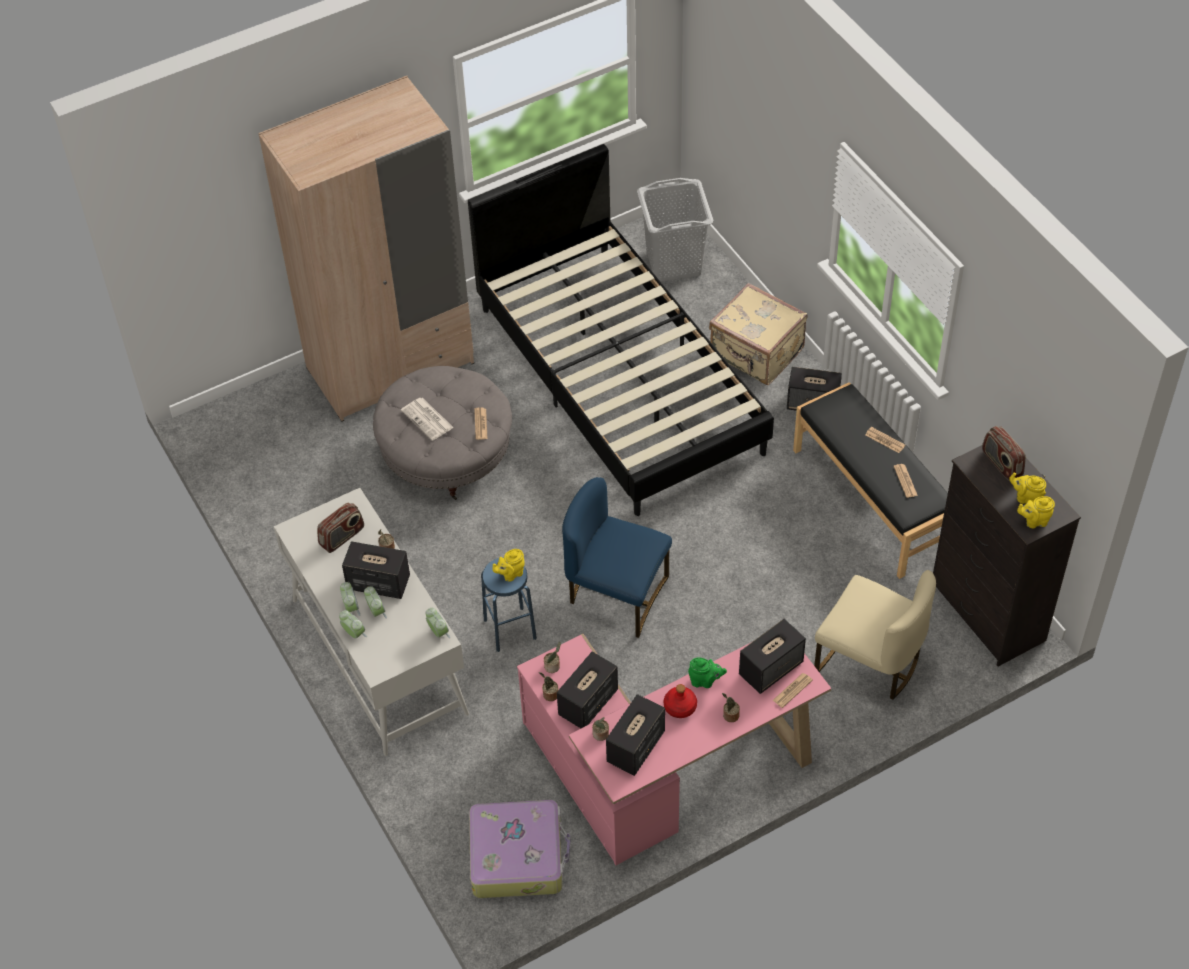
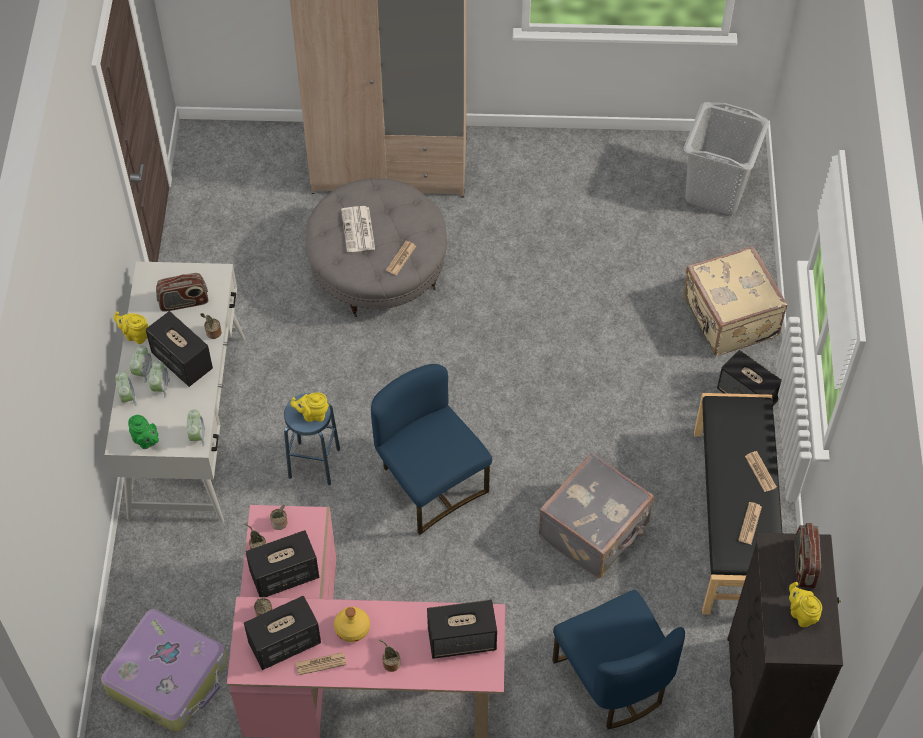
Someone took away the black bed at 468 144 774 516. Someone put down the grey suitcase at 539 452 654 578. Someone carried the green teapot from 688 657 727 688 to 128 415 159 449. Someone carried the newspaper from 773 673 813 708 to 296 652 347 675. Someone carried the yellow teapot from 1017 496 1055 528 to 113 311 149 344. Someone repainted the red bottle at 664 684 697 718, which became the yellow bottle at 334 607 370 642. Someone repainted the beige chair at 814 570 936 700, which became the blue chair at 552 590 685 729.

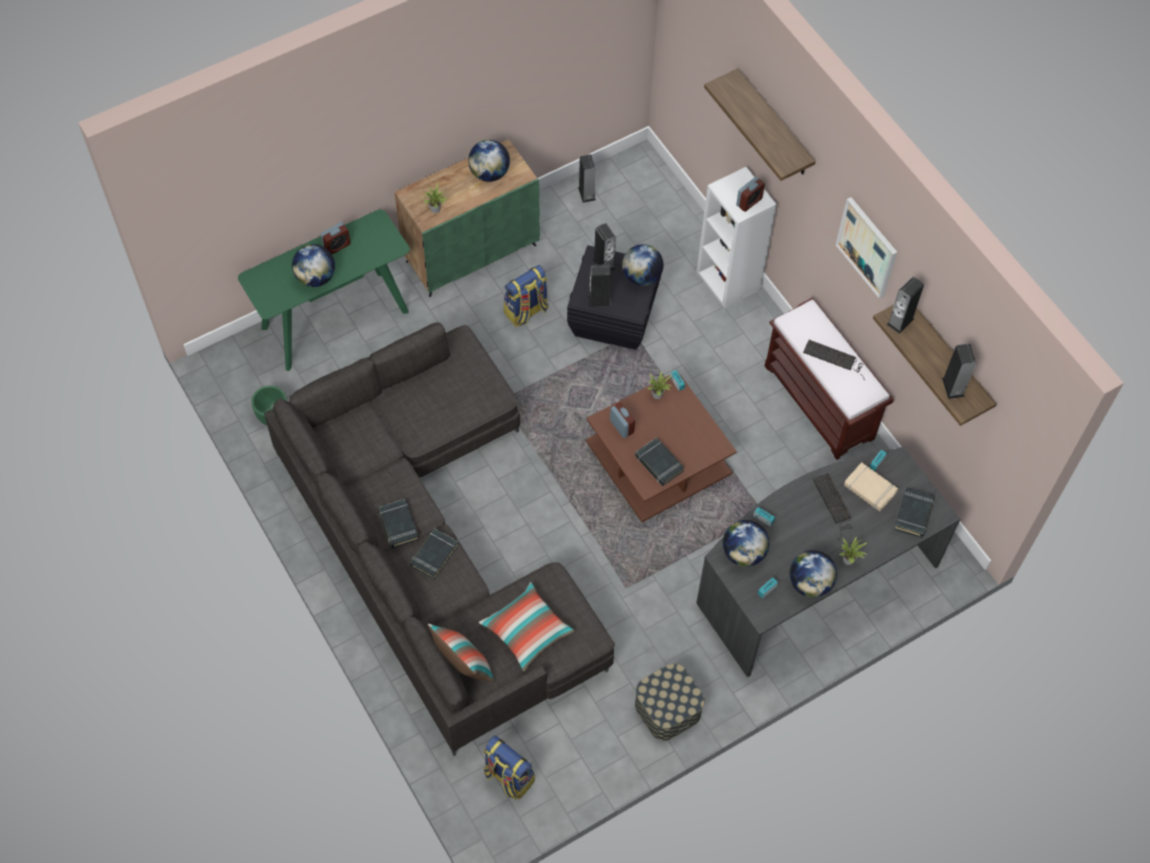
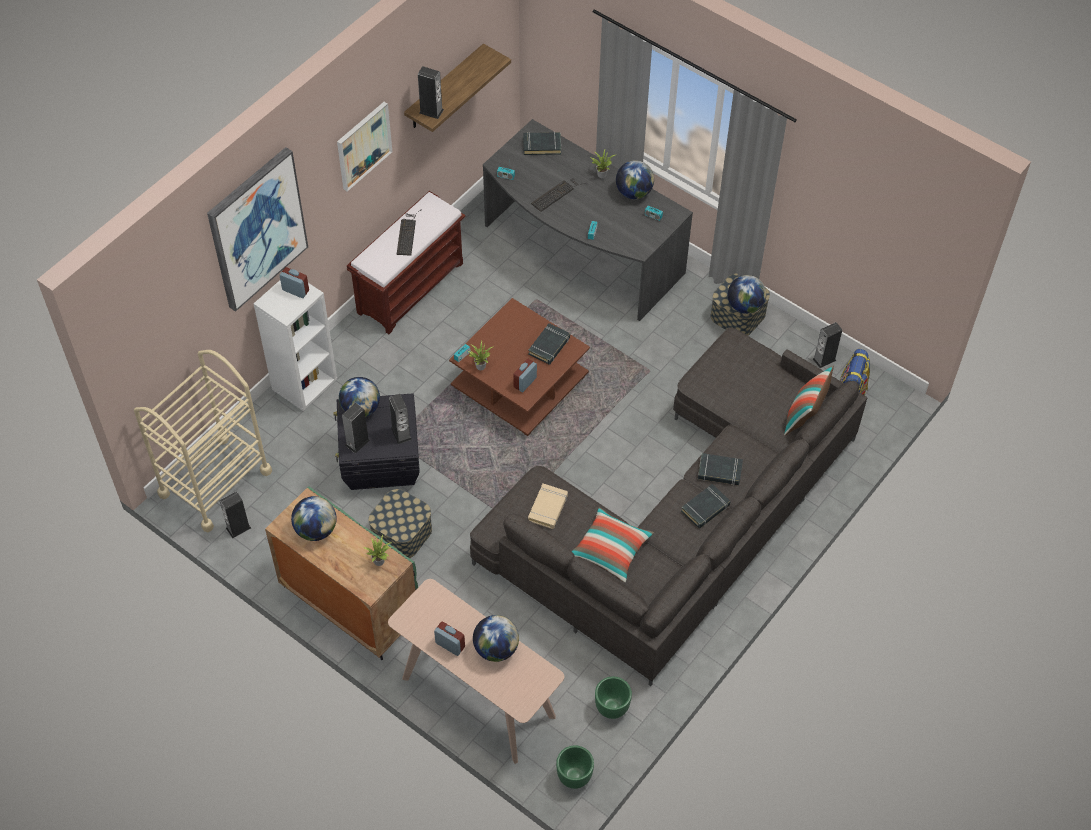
Someone put down the beige cart at 134 350 272 532. Someone put down the green planter at 556 745 594 789. Someone carried the pillow from 479 582 575 672 to 571 507 654 582. Someone carried the globe from 723 520 769 567 to 728 275 766 314. Someone carried the beige book from 844 462 898 511 to 528 484 568 529. Someone carried the speaker from 942 344 976 399 to 813 322 842 368. Someone swapped the backpack at 504 265 548 327 for the storage box at 368 489 432 558. Someone swapped the shelf at 704 69 816 181 for the picture at 207 147 308 312. Someone repainted the green console table at 238 209 410 371, which became the beige console table at 388 579 564 764.

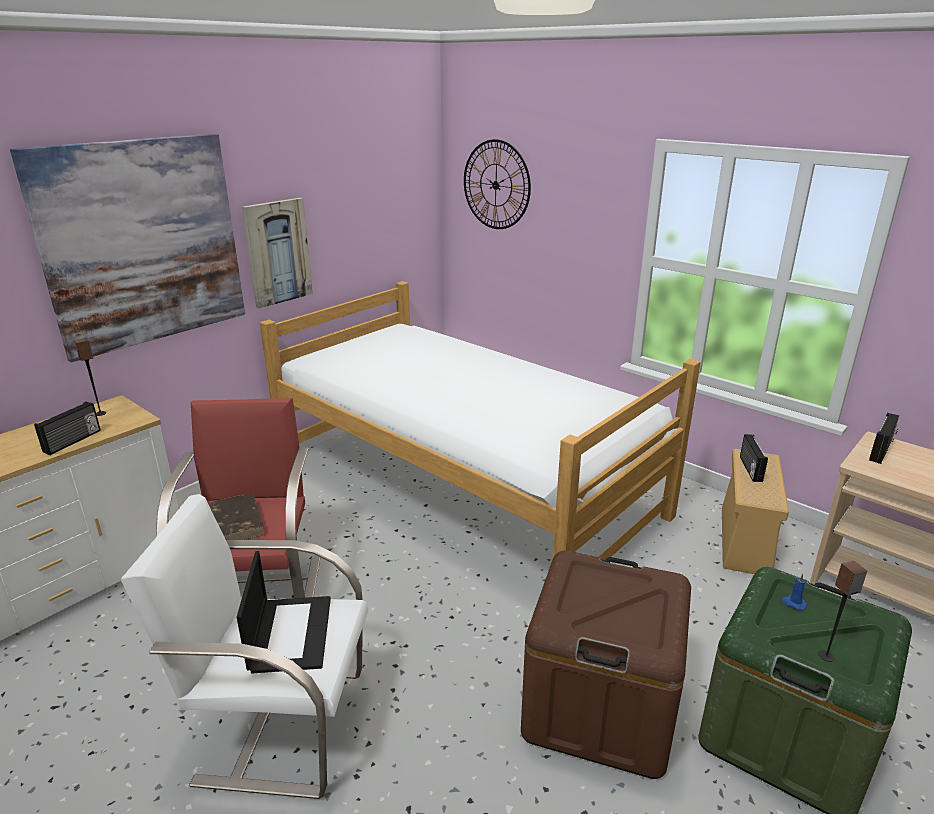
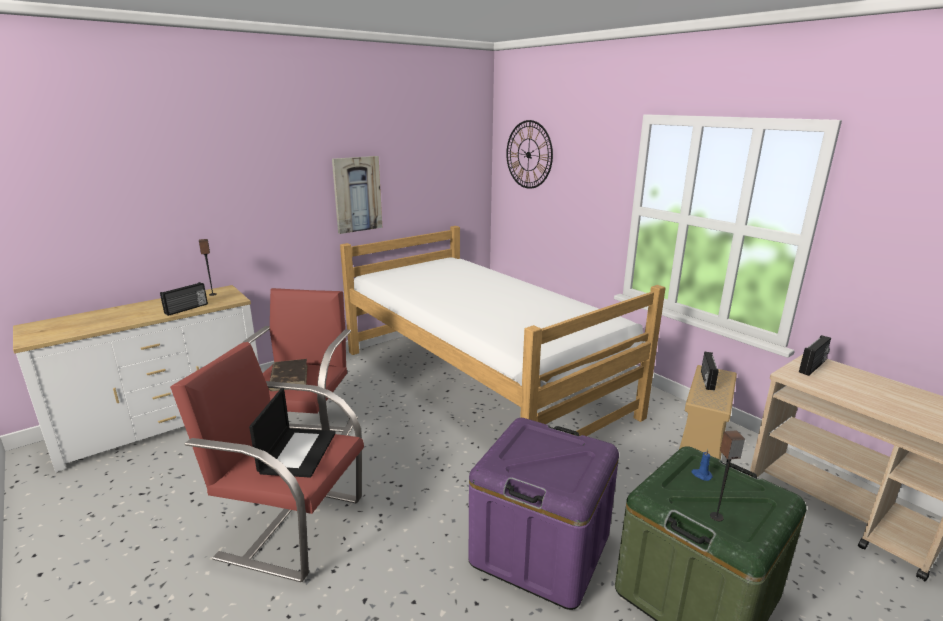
Someone took away the picture at 10 134 245 362. Someone repainted the white armchair at 121 494 368 799, which became the red armchair at 170 342 364 582. Someone repainted the brown storage box at 521 551 691 779, which became the purple storage box at 469 418 619 610.

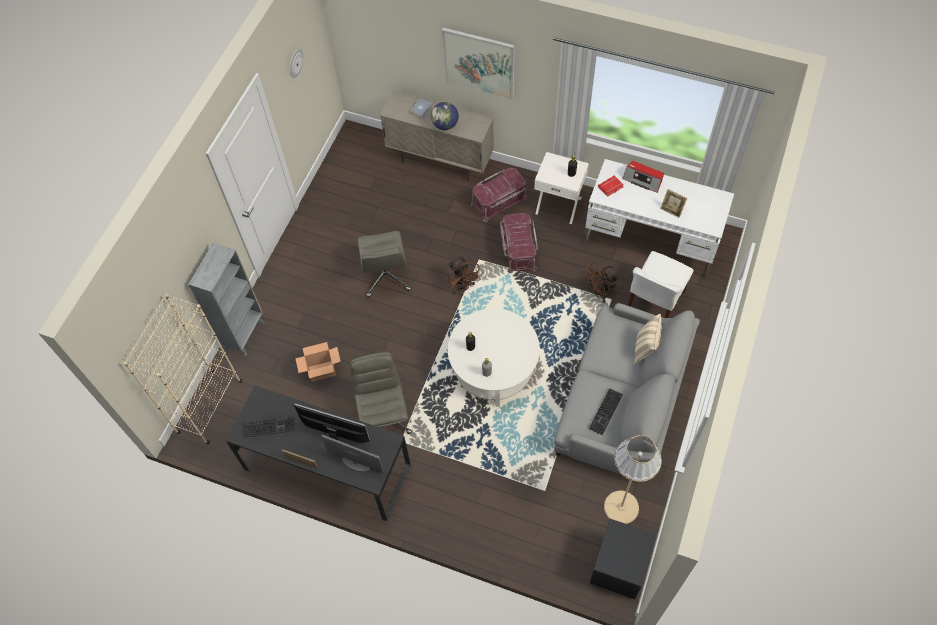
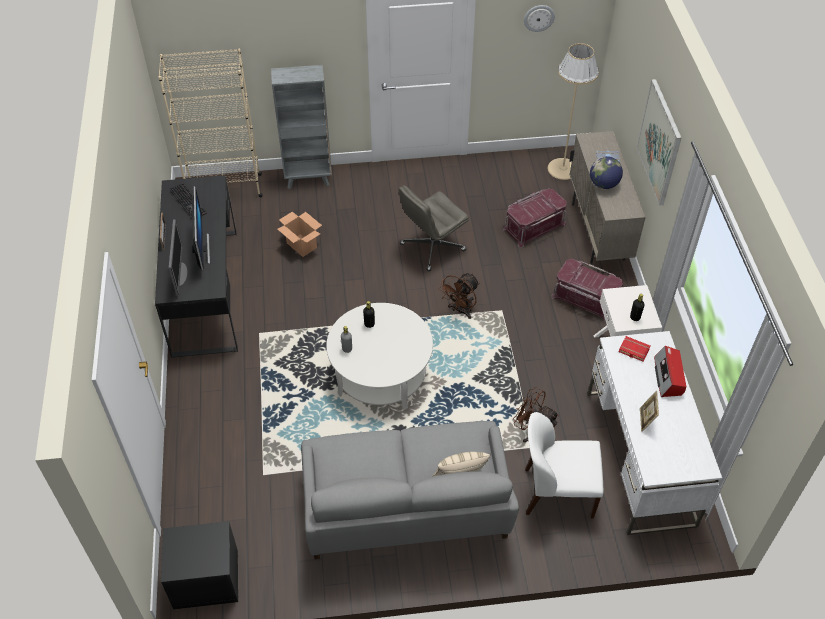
Someone took away the grey office chair at 350 352 412 434. Someone took away the keyboard at 589 388 623 435. Someone carried the red storage box from 500 213 538 273 to 503 189 567 247. Someone carried the beige floor lamp from 604 435 662 524 to 548 43 599 180.

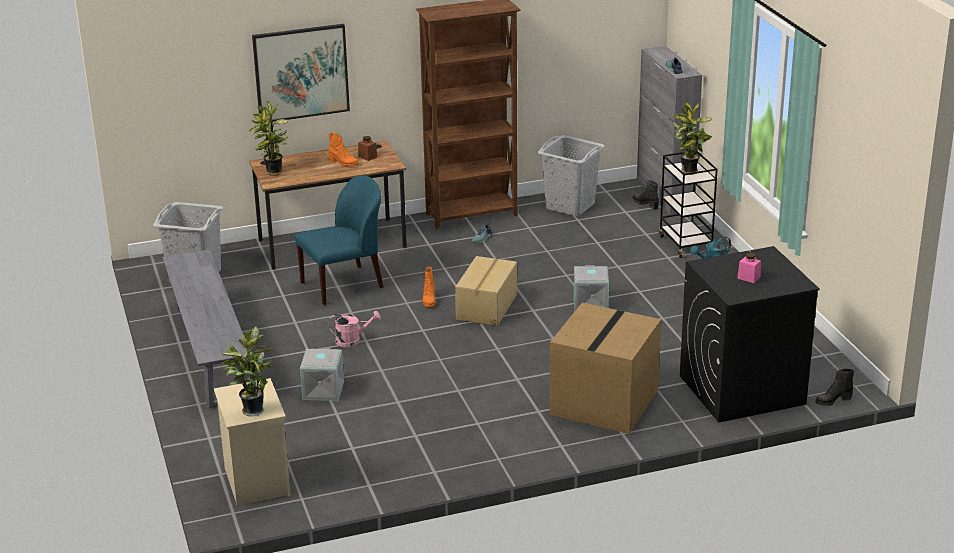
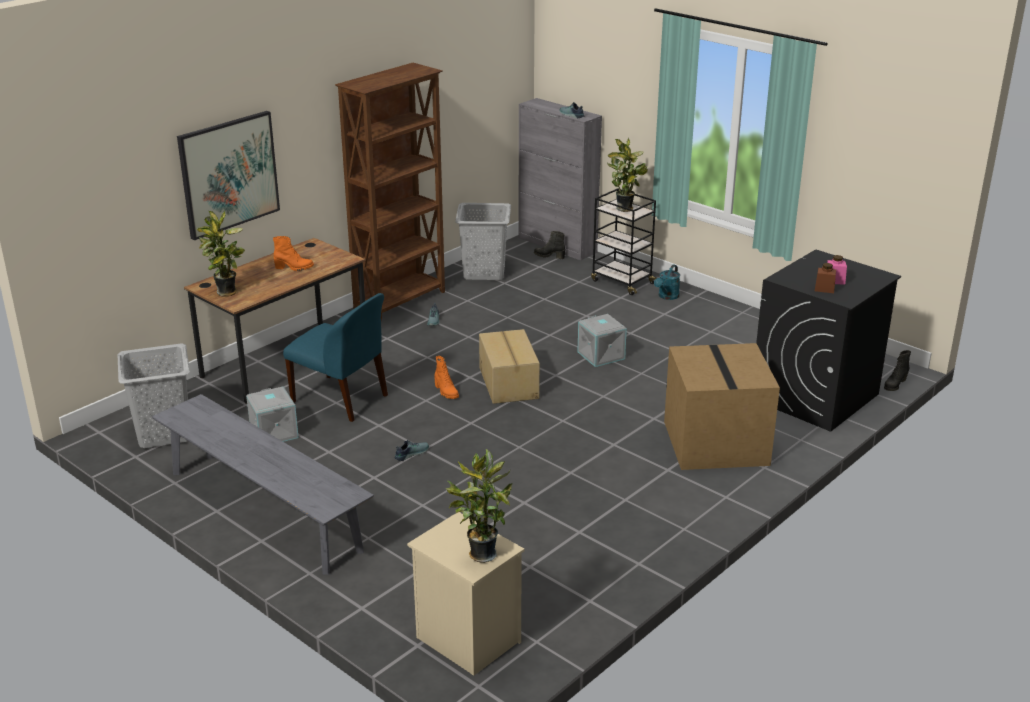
Someone carried the grey storage box from 300 348 344 401 to 246 386 299 442. Someone carried the brown jar from 358 136 377 161 to 815 263 836 293. Someone swapped the pink watering can at 328 311 381 347 for the shoe at 395 440 429 461. Someone rotated the blue chair at 295 175 383 305 by 90 degrees clockwise.

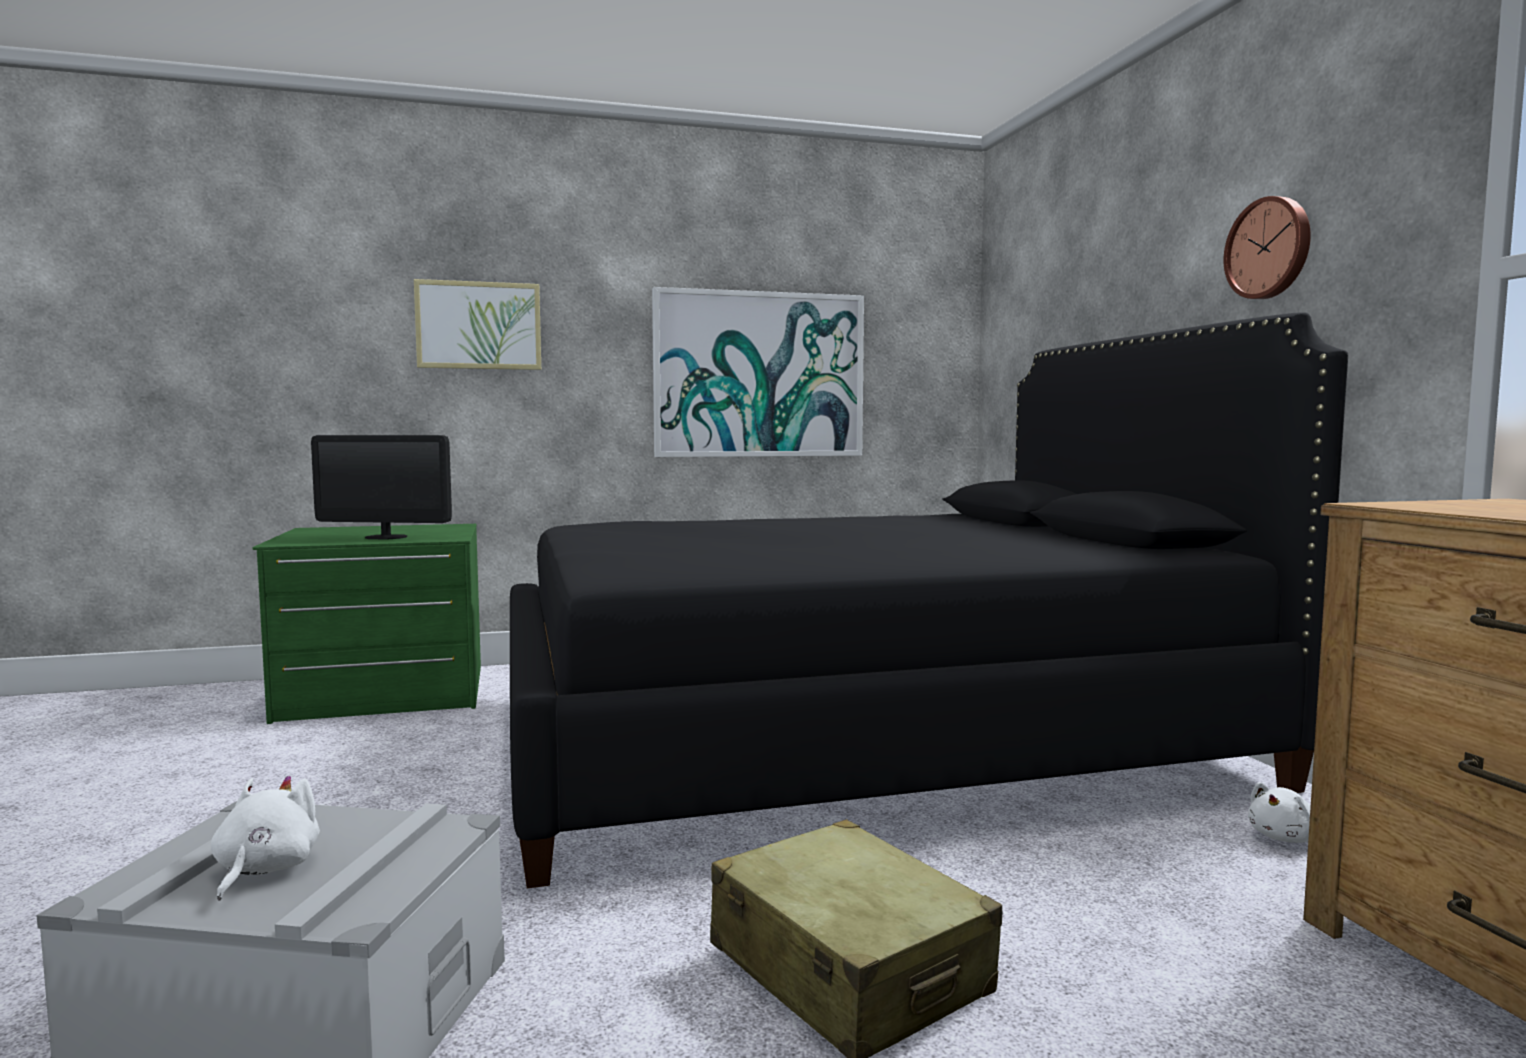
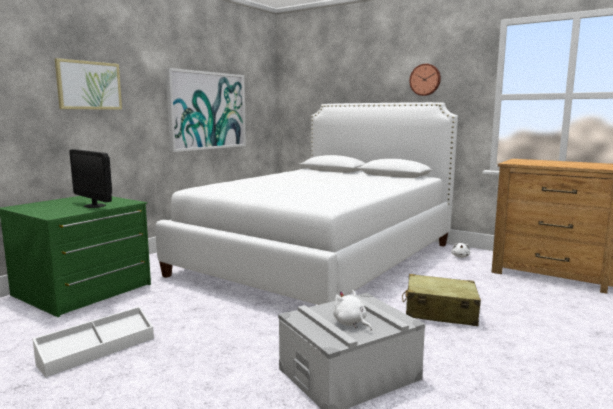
Someone put down the white storage box at 33 306 154 377. Someone repainted the black bed at 510 312 1348 888, which became the white bed at 156 102 458 305. Someone rotated the monitor at 311 435 452 539 by 75 degrees clockwise.

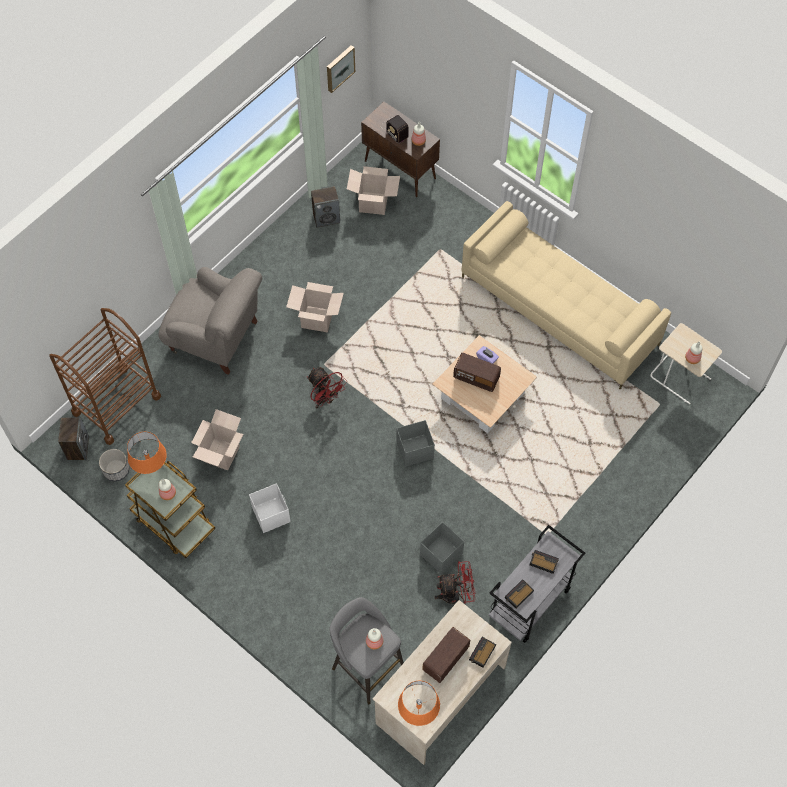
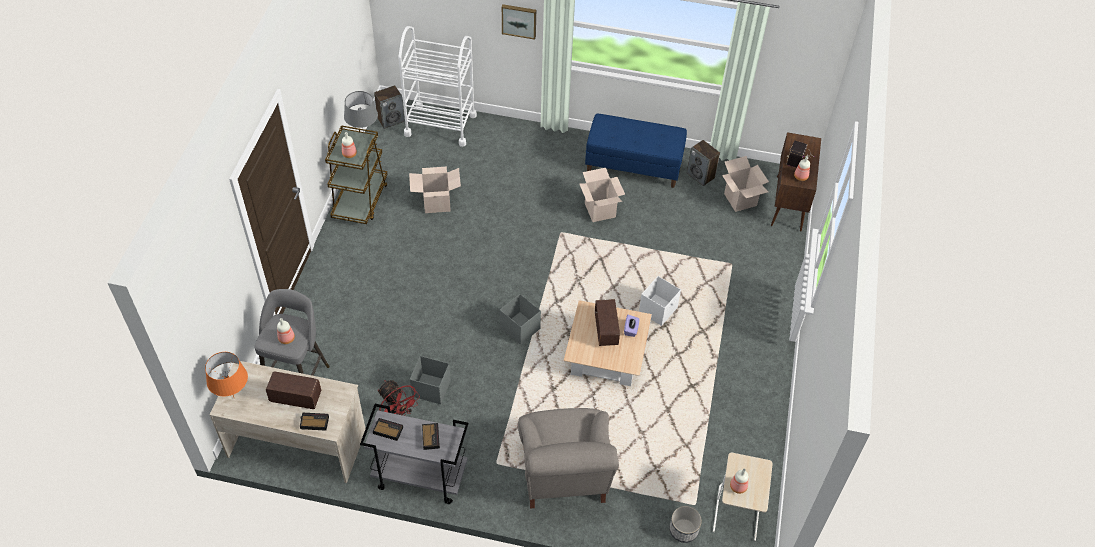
Someone took away the red fan at 307 367 347 408. Someone took away the beige sofa at 461 201 671 390. Someone put down the blue bench at 585 113 687 188. Someone carried the planter from 99 449 130 482 to 669 506 702 543. Someone carried the grey armchair from 159 267 262 375 to 518 408 619 509. Someone carried the white storage box from 249 483 291 533 to 639 276 681 326. Someone carried the picture from 327 45 355 93 to 502 4 536 40. Someone repainted the brown cart at 49 308 161 445, which became the white cart at 398 26 477 147. Someone repainted the orange table lamp at 127 432 167 474, which became the grey table lamp at 344 91 378 135.

